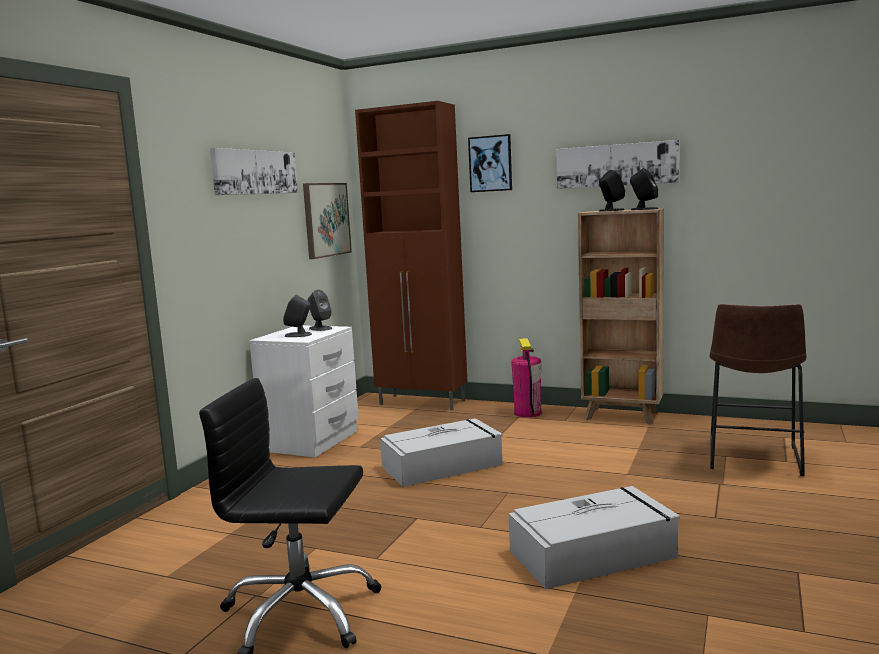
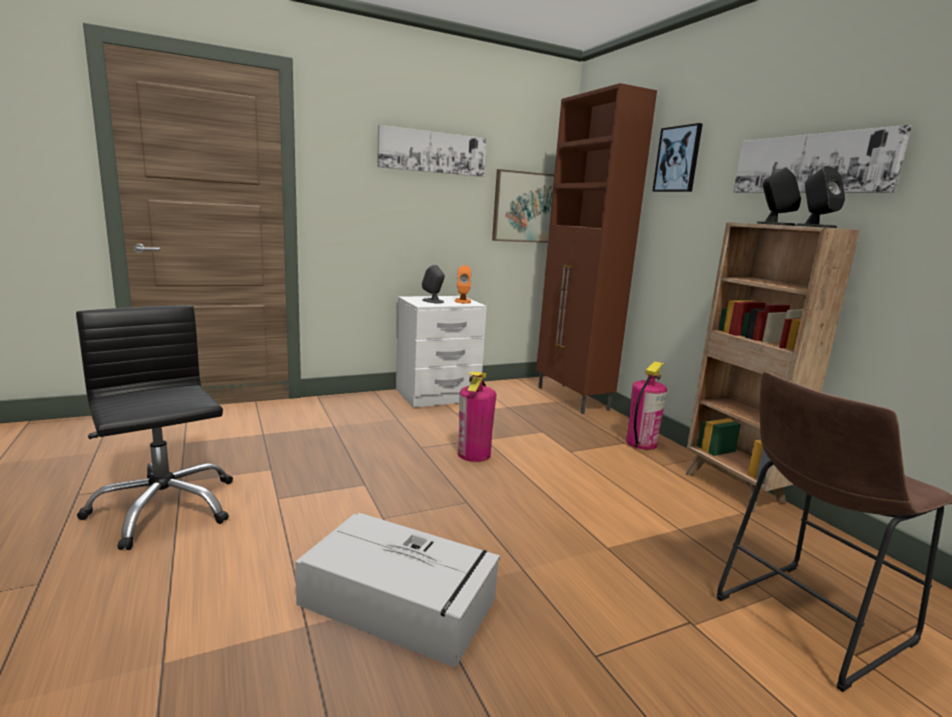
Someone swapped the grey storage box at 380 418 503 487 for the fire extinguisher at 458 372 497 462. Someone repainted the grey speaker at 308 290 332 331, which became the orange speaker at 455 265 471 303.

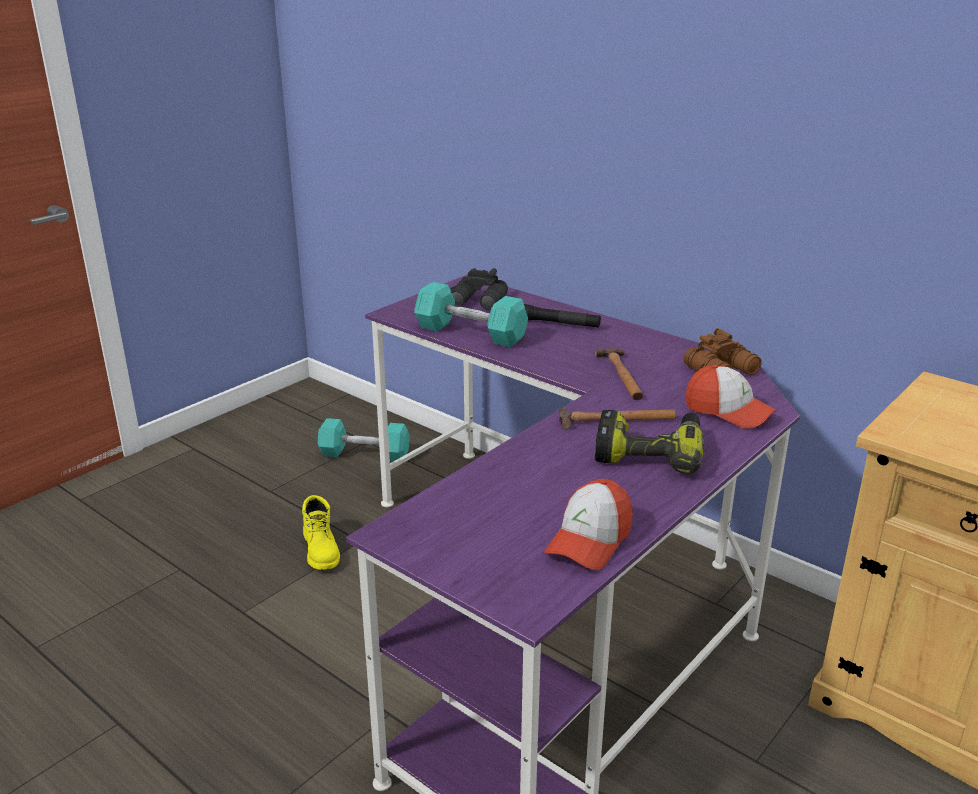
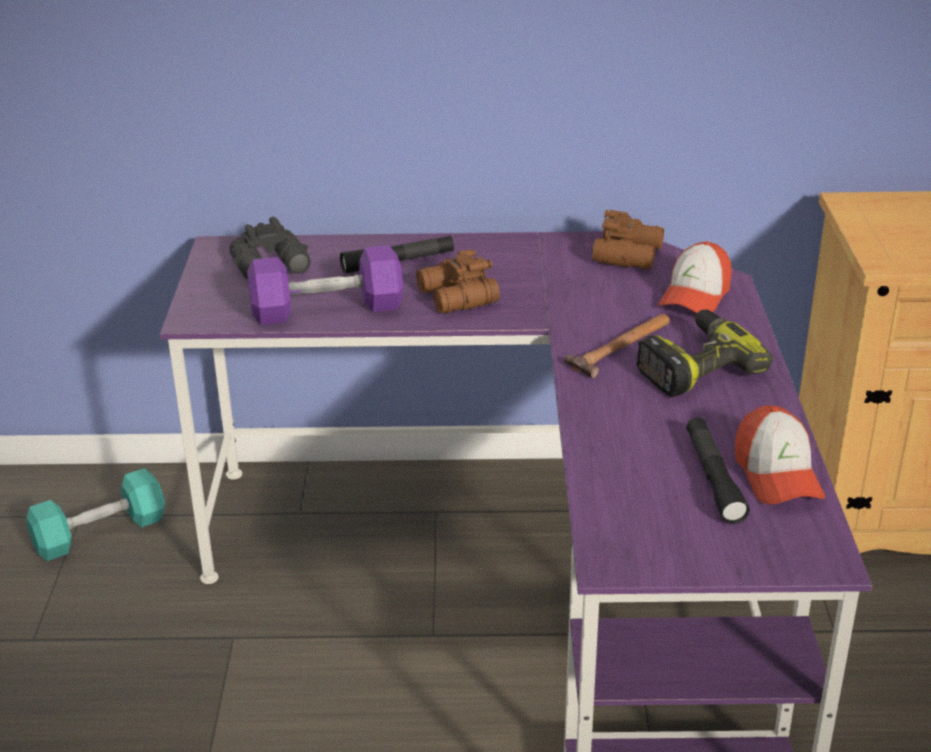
Someone took away the yellow boot at 302 495 340 570. Someone took away the hammer at 595 347 643 400. Someone put down the brown binoculars at 416 250 500 313. Someone put down the black flashlight at 686 417 750 524. Someone repainted the turquoise dumbbell at 414 282 528 347, which became the purple dumbbell at 247 245 403 325. Someone rotated the cap at 686 365 776 429 by 120 degrees clockwise.

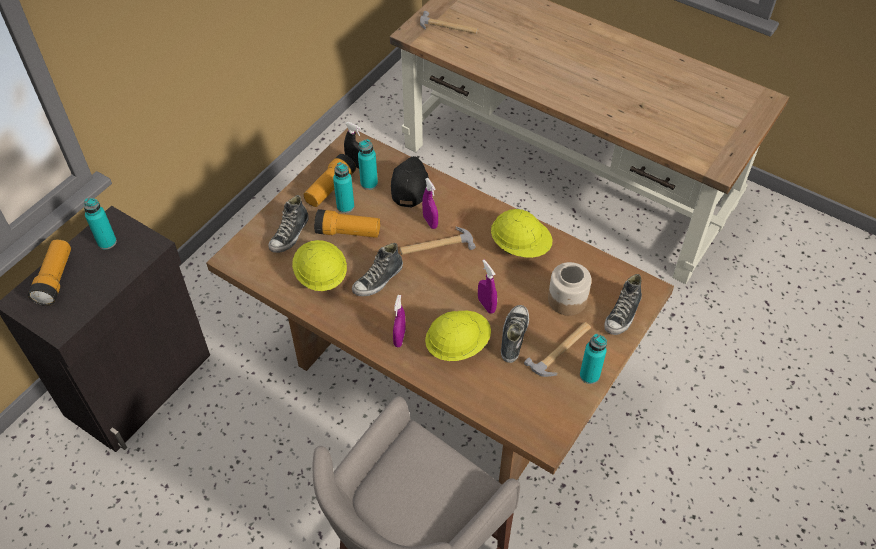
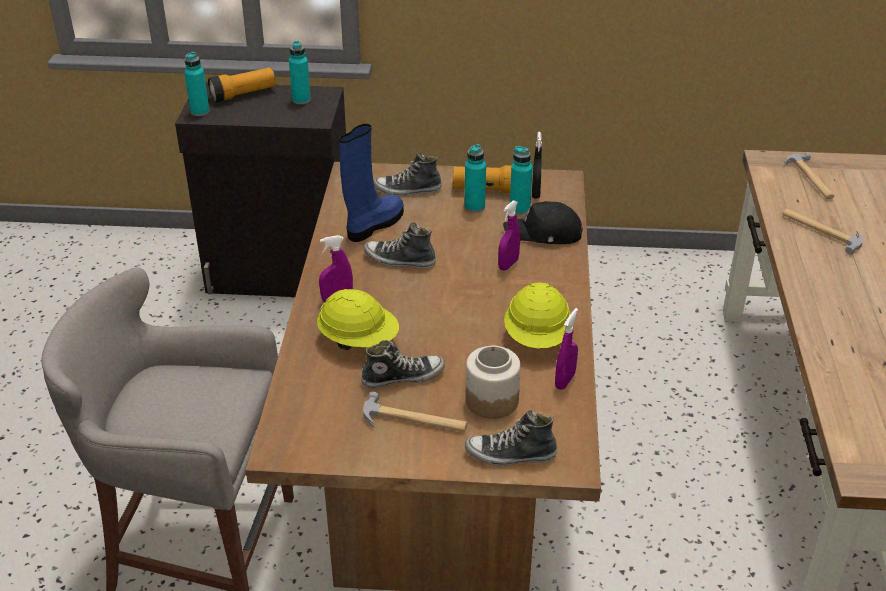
Someone took away the flashlight at 314 209 380 238. Someone carried the hammer from 400 226 476 255 to 782 209 863 254. Someone carried the purple spray bottle from 478 260 497 314 to 555 308 578 390. Someone carried the turquoise bottle from 580 334 607 384 to 184 52 210 116. Someone swapped the yellow hard hat at 292 240 347 291 for the blue boot at 339 124 404 242. Someone rotated the black cap at 391 156 429 208 by 150 degrees counterclockwise.

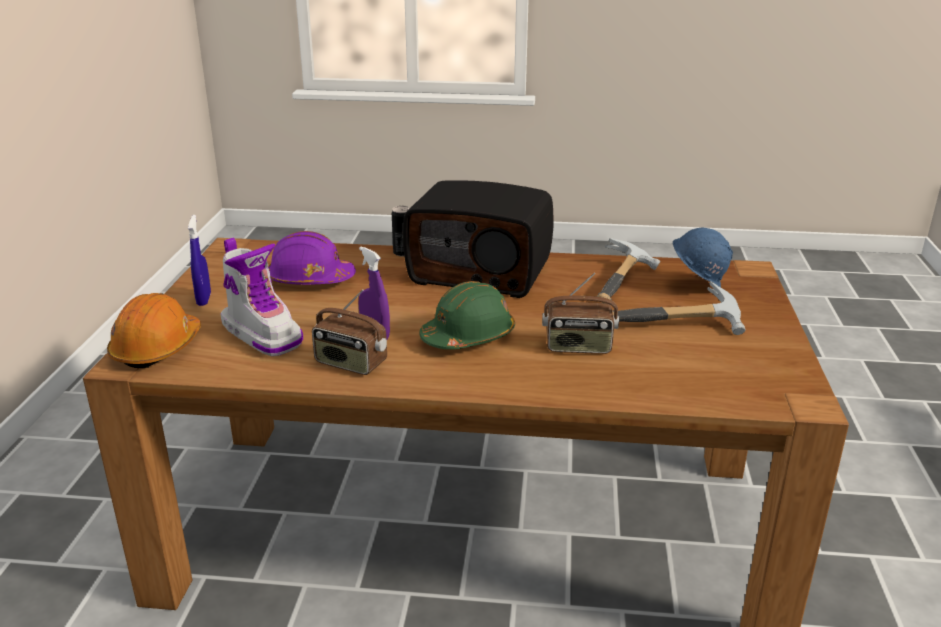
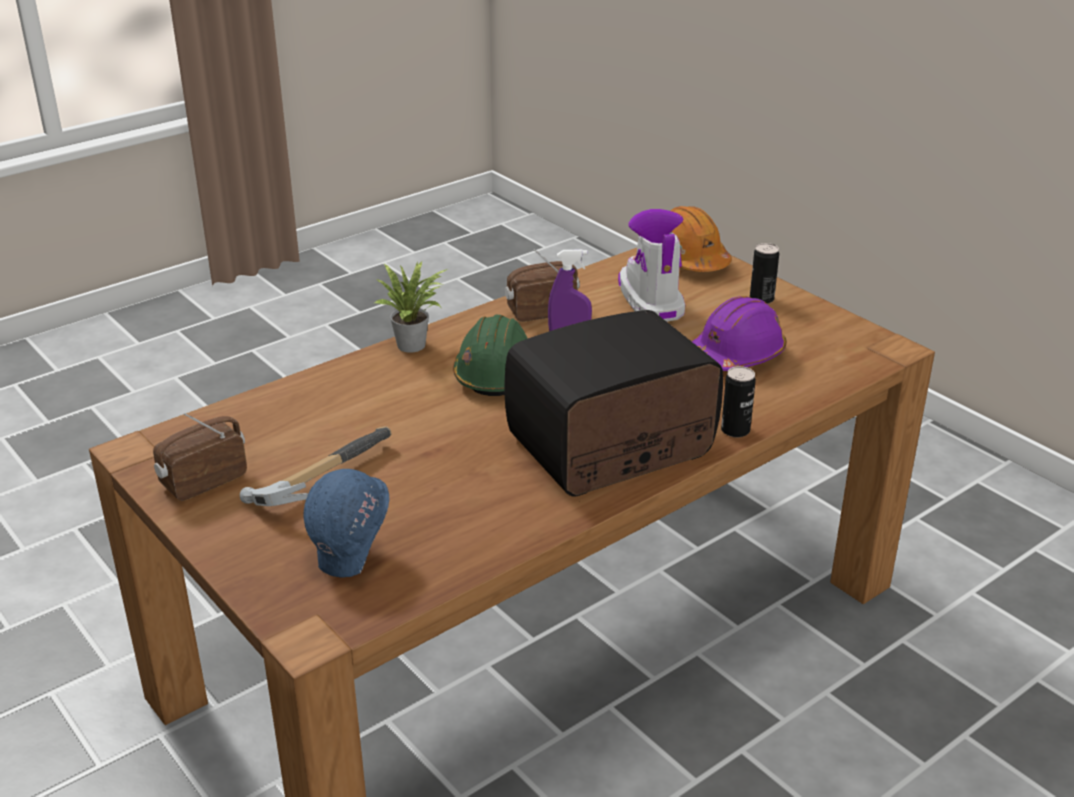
Someone took away the hammer at 597 238 660 304. Someone put down the potted plant at 374 261 447 353. Someone carried the radio from 542 273 619 354 to 153 413 247 501. Someone swapped the blue spray bottle at 188 215 211 306 for the can at 750 243 779 304. Someone rotated the boot at 220 238 303 356 by 75 degrees clockwise.

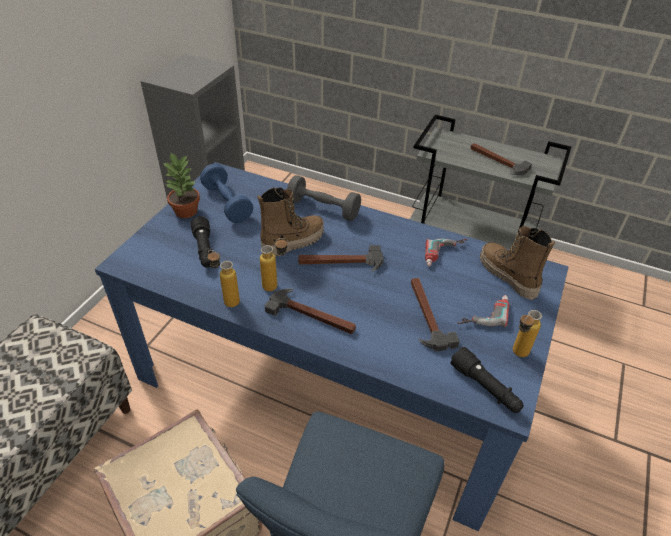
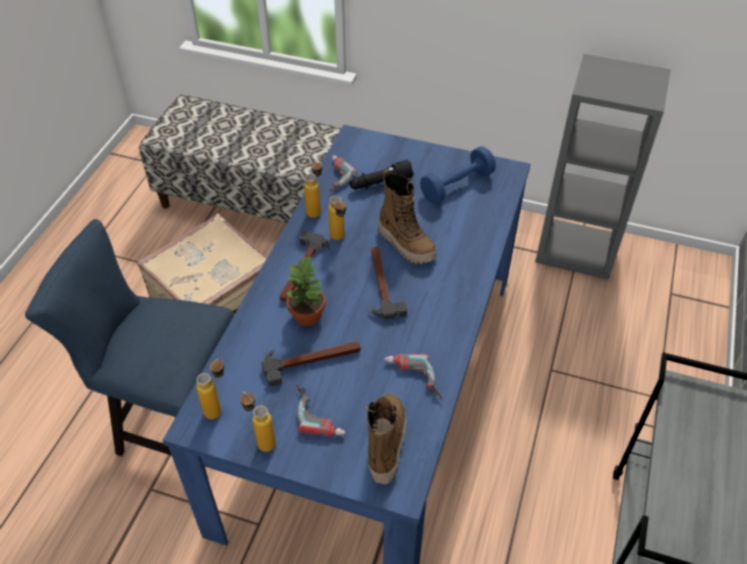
Someone took away the grey dumbbell at 287 175 361 221. Someone took away the hammer at 470 143 532 176. Someone put down the power drill at 329 155 357 196. Someone carried the potted plant from 162 153 200 218 to 286 256 325 326. Someone swapped the black flashlight at 450 347 524 413 for the bottle at 196 359 224 419. Someone rotated the boot at 480 226 555 300 by 45 degrees counterclockwise.

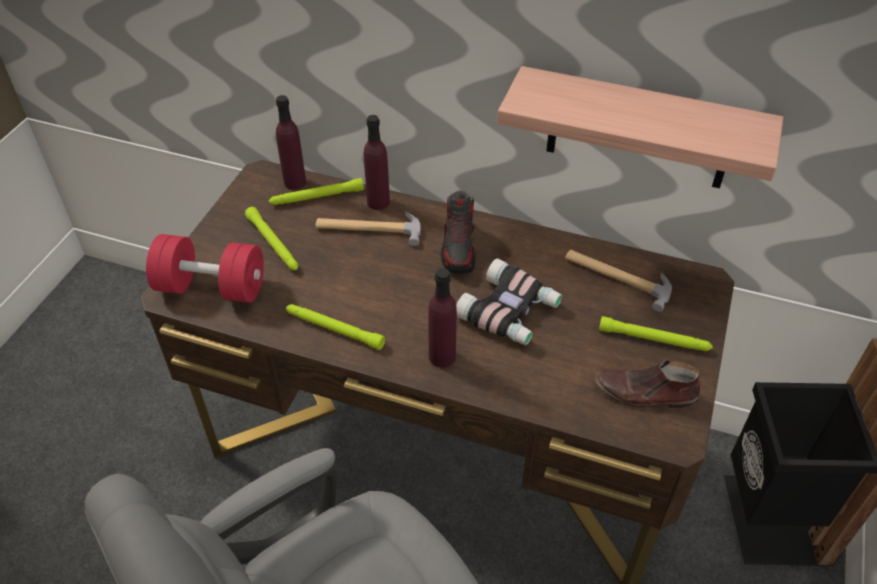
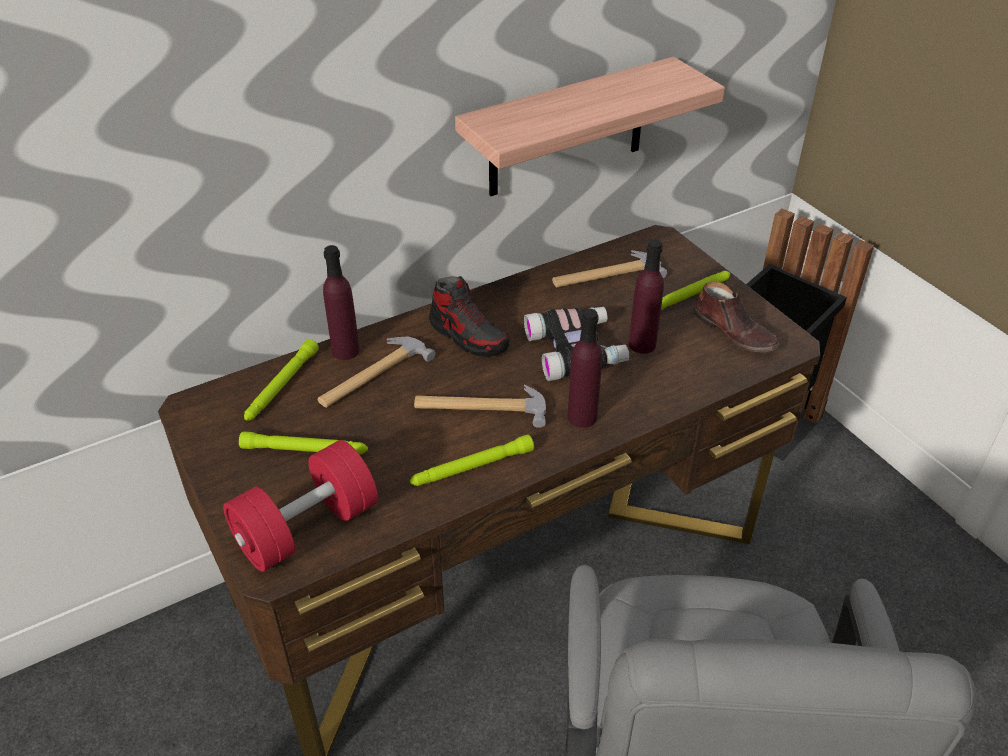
Someone put down the hammer at 414 384 546 428. Someone carried the purple bottle from 276 95 306 190 to 629 239 664 354. Someone rotated the brown shoe at 595 360 700 408 by 90 degrees counterclockwise.

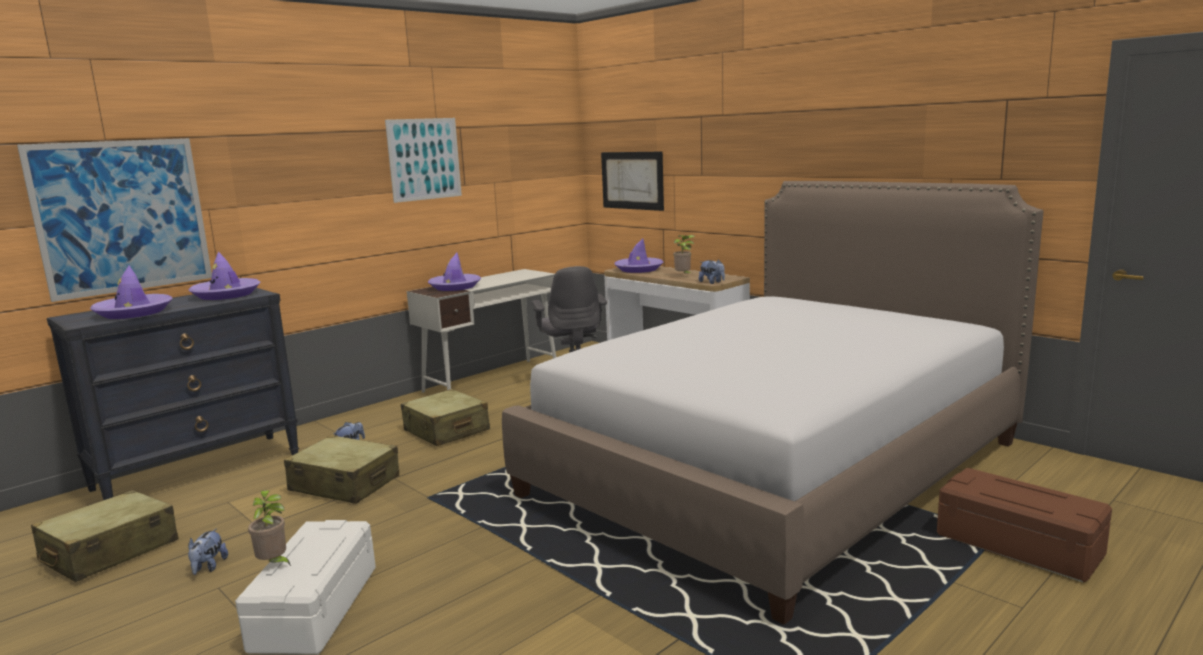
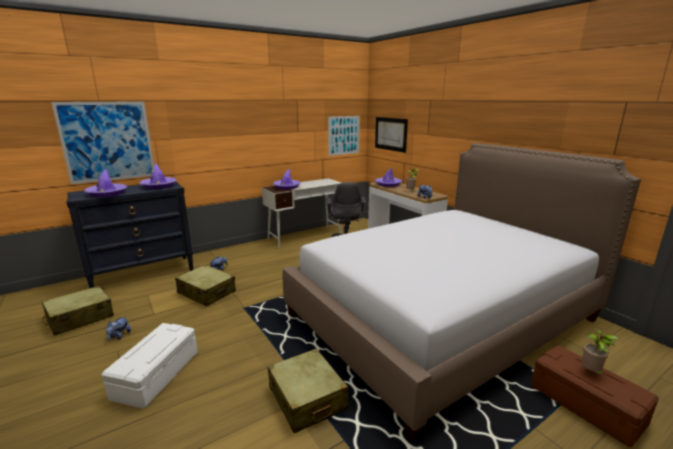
Someone carried the potted plant from 248 490 291 566 to 581 329 619 375. Someone carried the picture from 385 118 462 203 to 328 116 360 156. Someone carried the beige suitcase from 401 389 490 446 to 268 348 348 433.

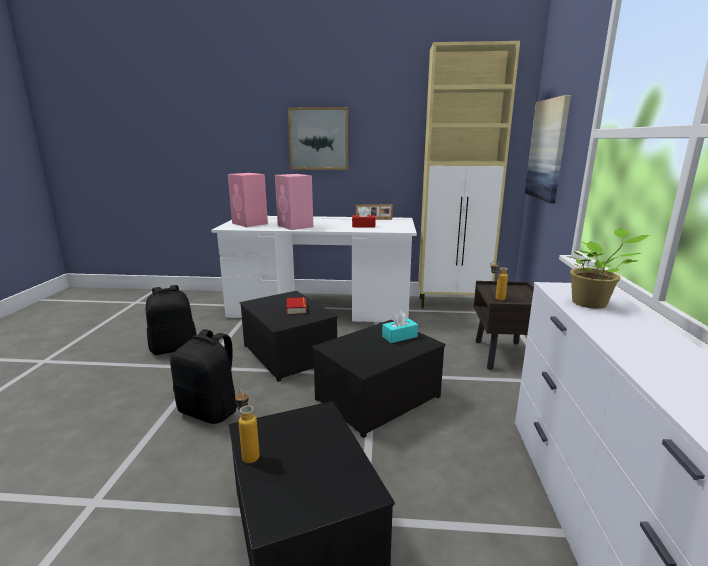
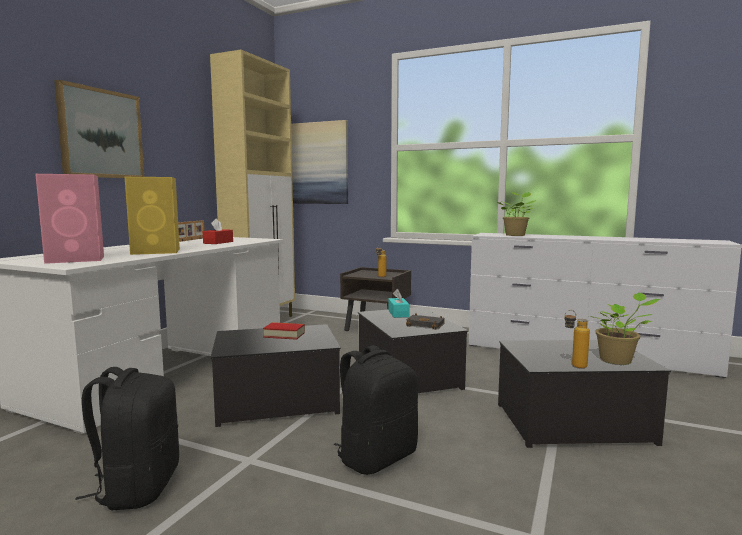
Someone put down the black book at 406 314 445 329. Someone put down the potted plant at 589 292 660 365. Someone repainted the pink speaker at 275 174 313 230, which became the yellow speaker at 125 177 180 255.

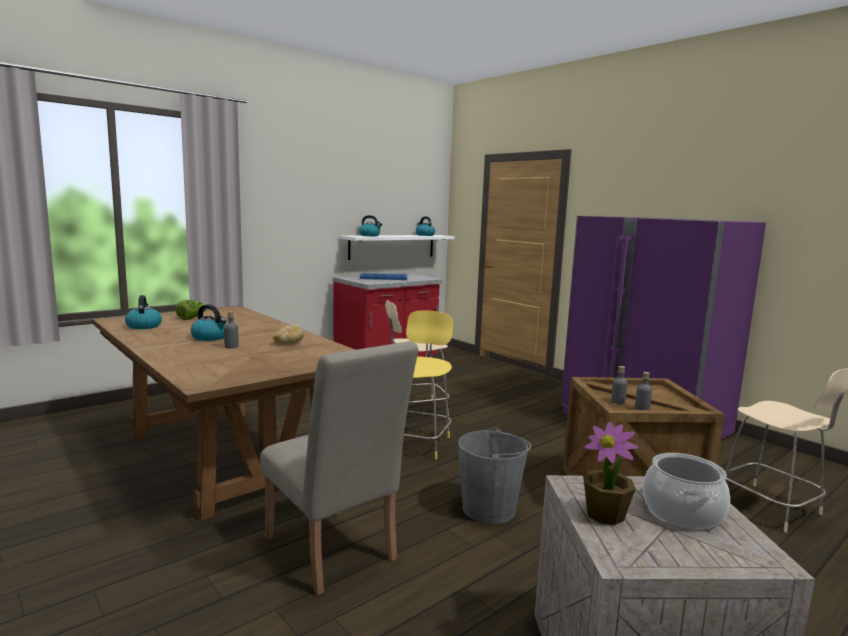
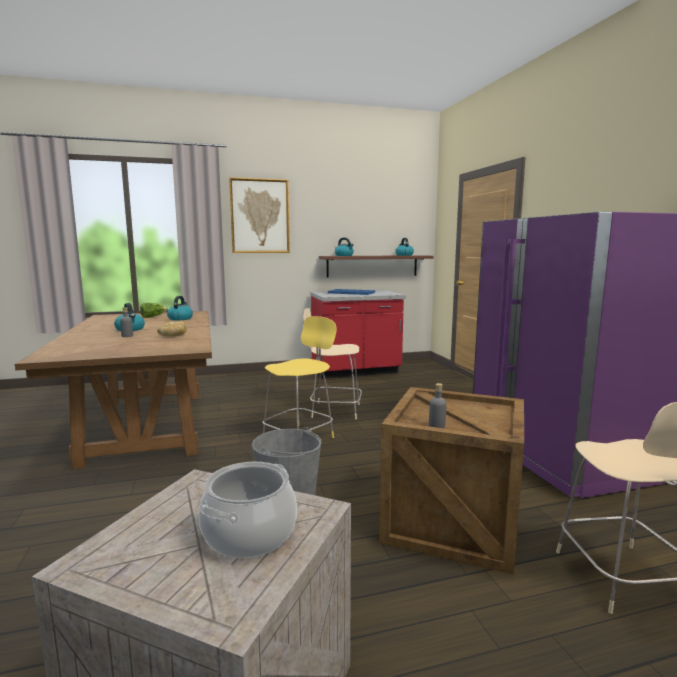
Someone took away the beige chair at 260 341 419 596. Someone took away the potted plant at 583 422 638 525. Someone took away the grey bottle at 611 366 628 405. Someone put up the picture at 229 177 290 253. Someone carried the kettle from 125 295 162 329 to 167 296 193 320. Someone repainted the white shelf at 341 235 455 260, which became the brown shelf at 319 255 434 277.

